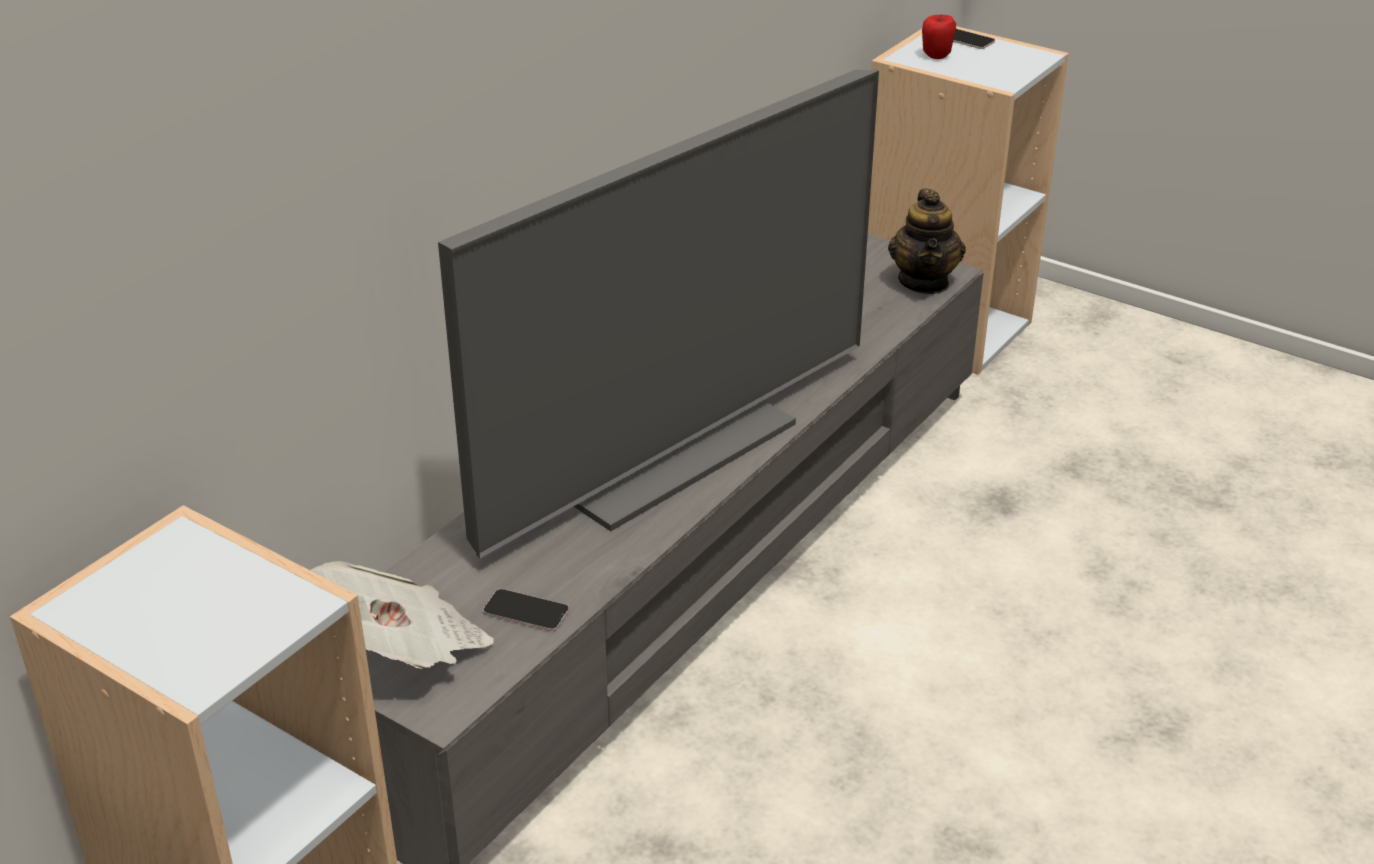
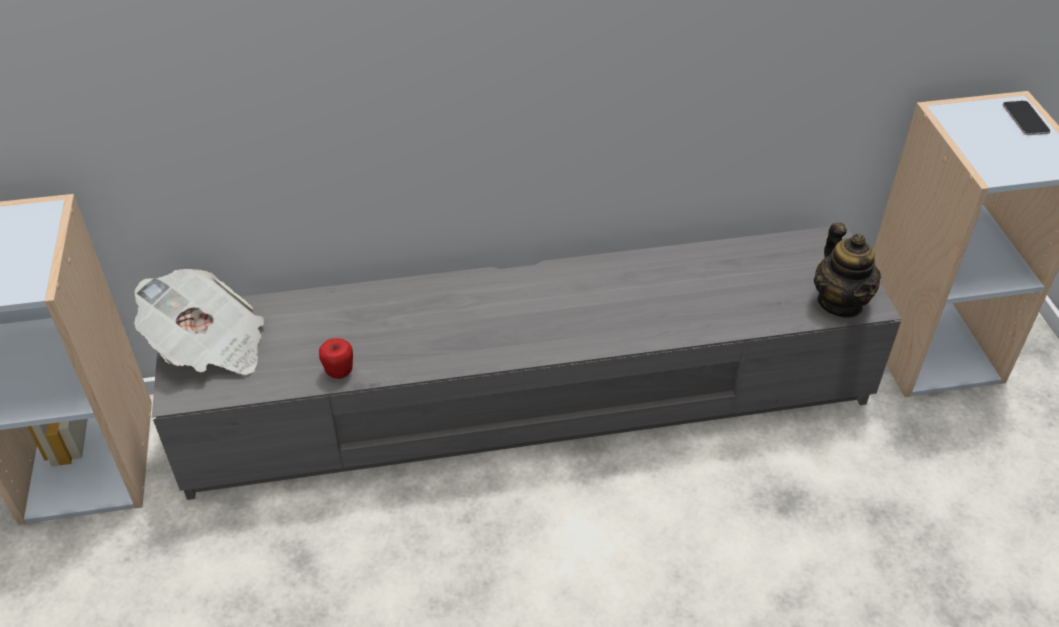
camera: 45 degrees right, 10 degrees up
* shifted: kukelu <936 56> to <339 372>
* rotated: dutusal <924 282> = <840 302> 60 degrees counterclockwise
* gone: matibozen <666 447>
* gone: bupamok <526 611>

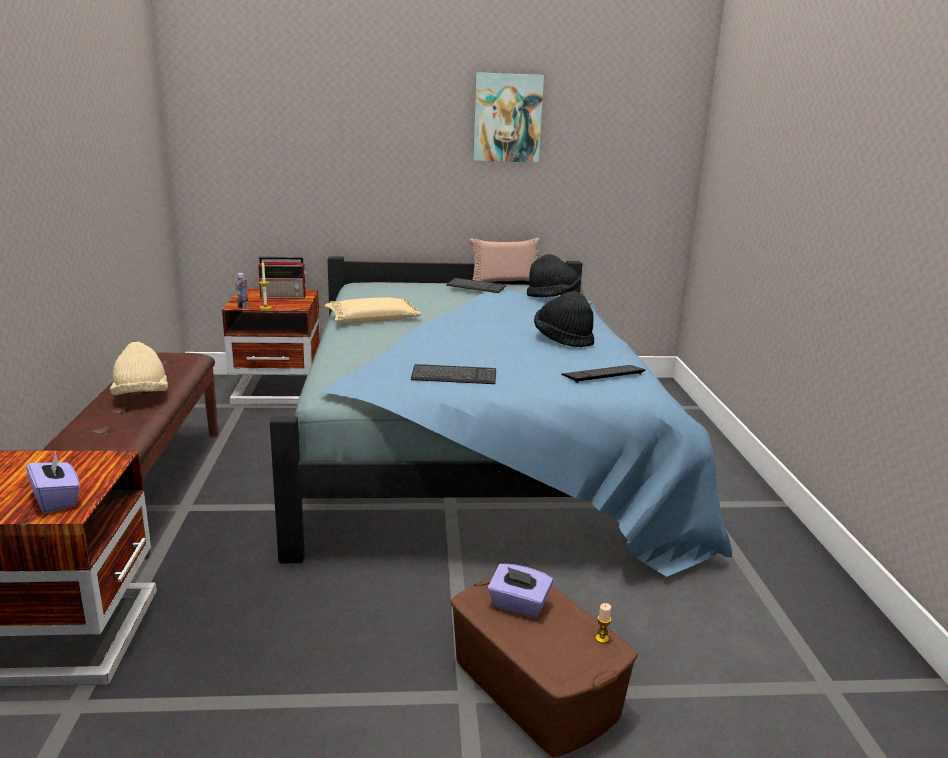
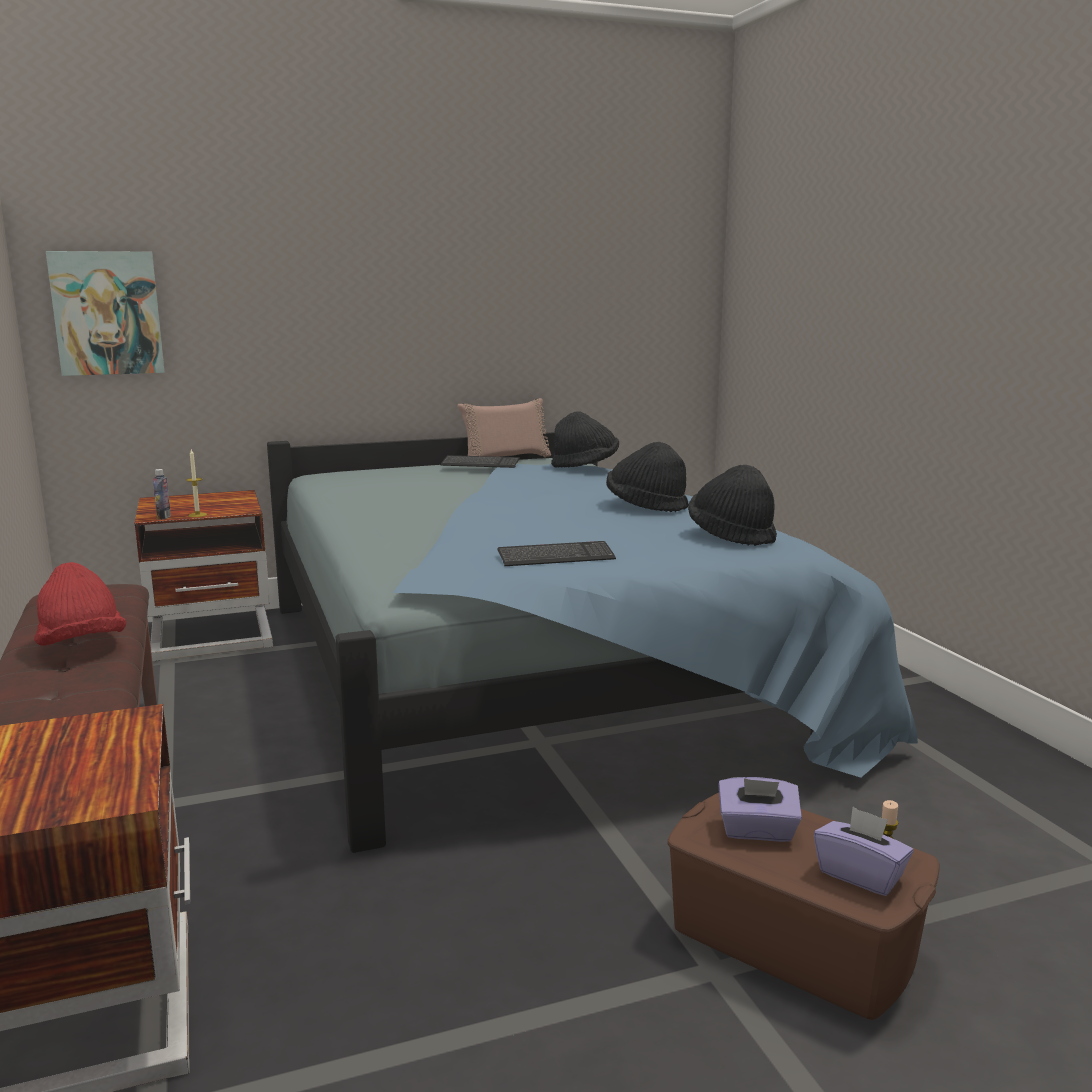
camera: 15 degrees left, 5 degrees down
* repainted: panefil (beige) <141 397> to panefil (red) <82 646>
* shifted: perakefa <507 118> to <107 313>
* swapped: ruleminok <603 374> to panefil (black) <731 536>
* shifted: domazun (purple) <57 500> to <860 875>
* gone: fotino <284 296>
* gone: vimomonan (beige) <372 317>

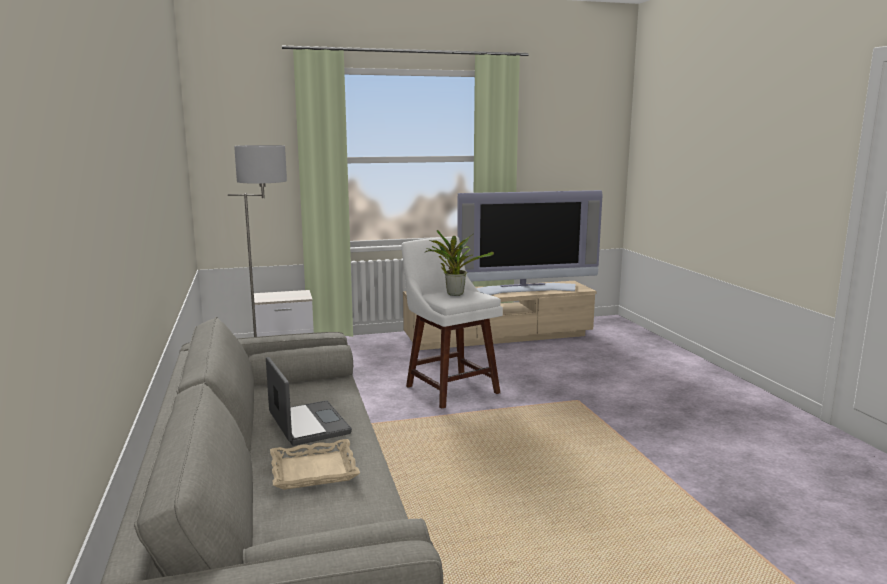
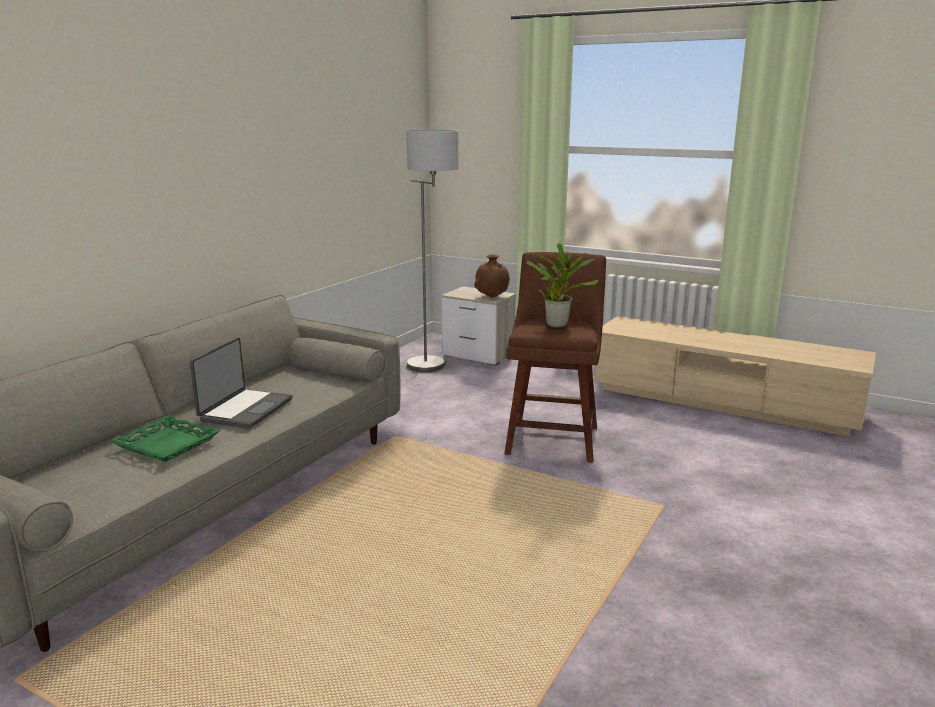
camera: 45 degrees right, 5 degrees up
* repainted: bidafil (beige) <314 470> to bidafil (green) <167 444>
* new: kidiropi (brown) <492 297>
* repainted: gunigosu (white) <450 388> to gunigosu (brown) <553 438>
* gone: matibozen <525 289>

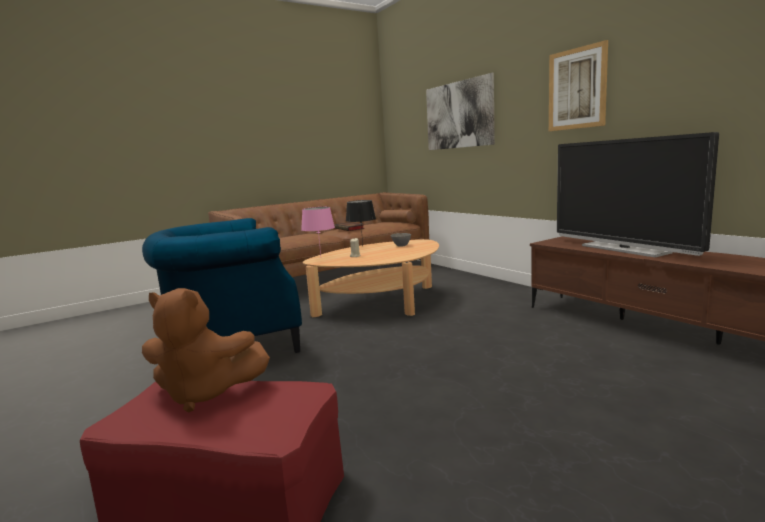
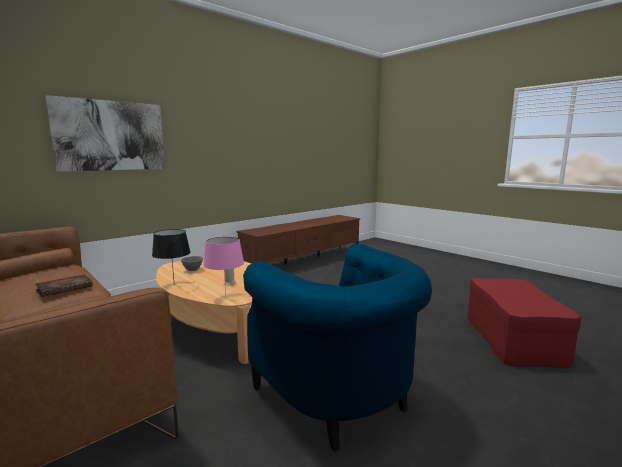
camera: 100 degrees left, 0 degrees up
* gone: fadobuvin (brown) <205 394>
* gone: perakefa <577 89>
* gone: matibozen <624 249>

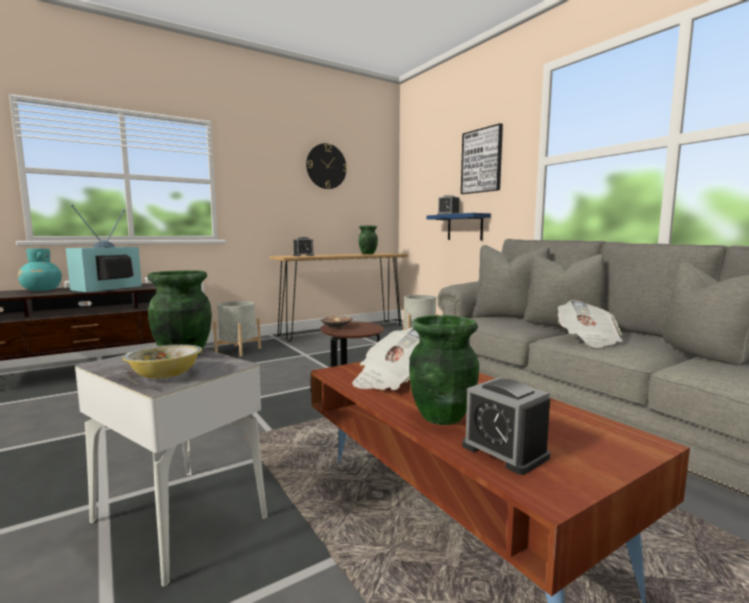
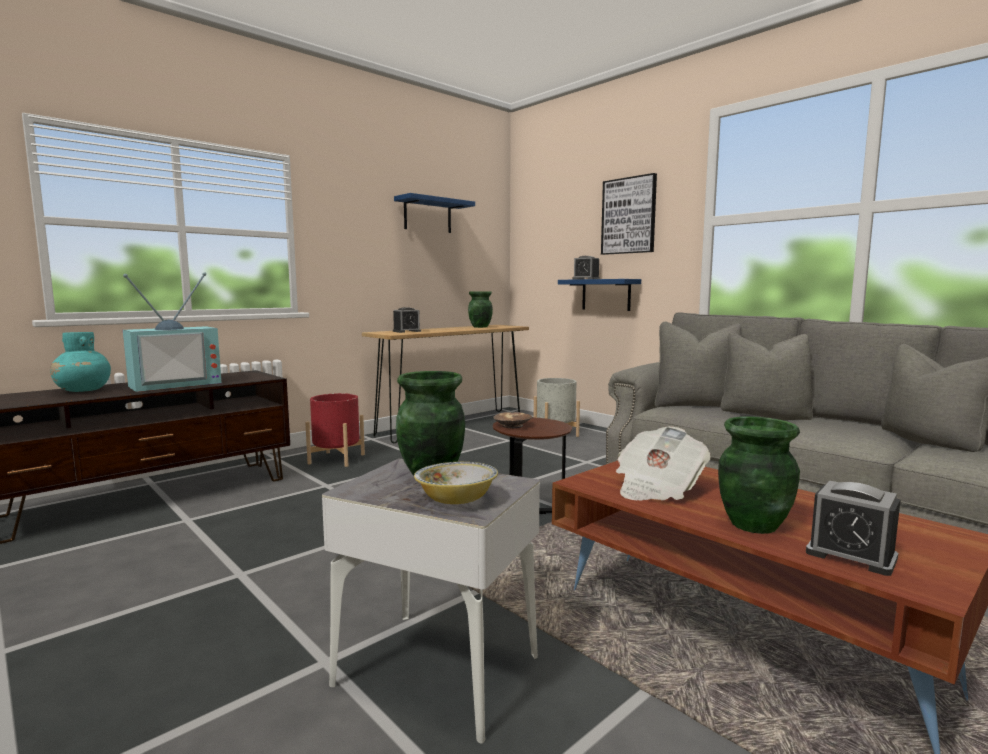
camera: 10 degrees left, 0 degrees up
* rotated: matibozen <108 288> = <176 384> 150 degrees counterclockwise
* repainted: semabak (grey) <238 350> to semabak (red) <336 459>
* swapped: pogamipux <326 166> to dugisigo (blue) <427 215>
* gone: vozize <587 340>

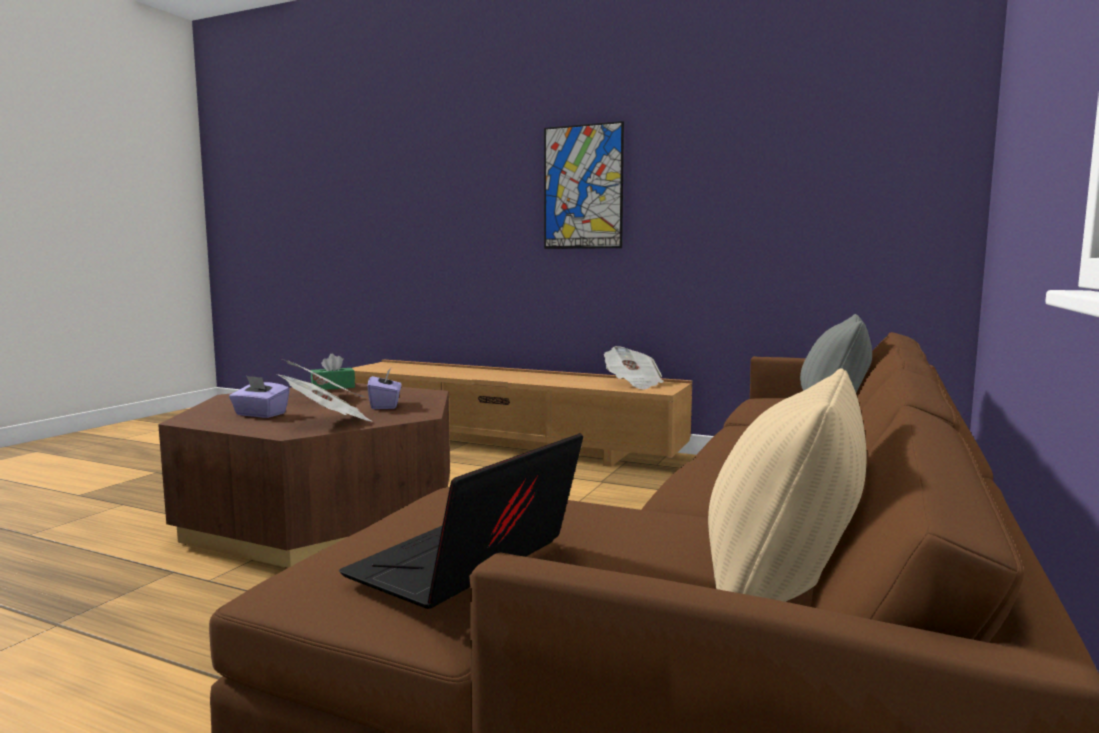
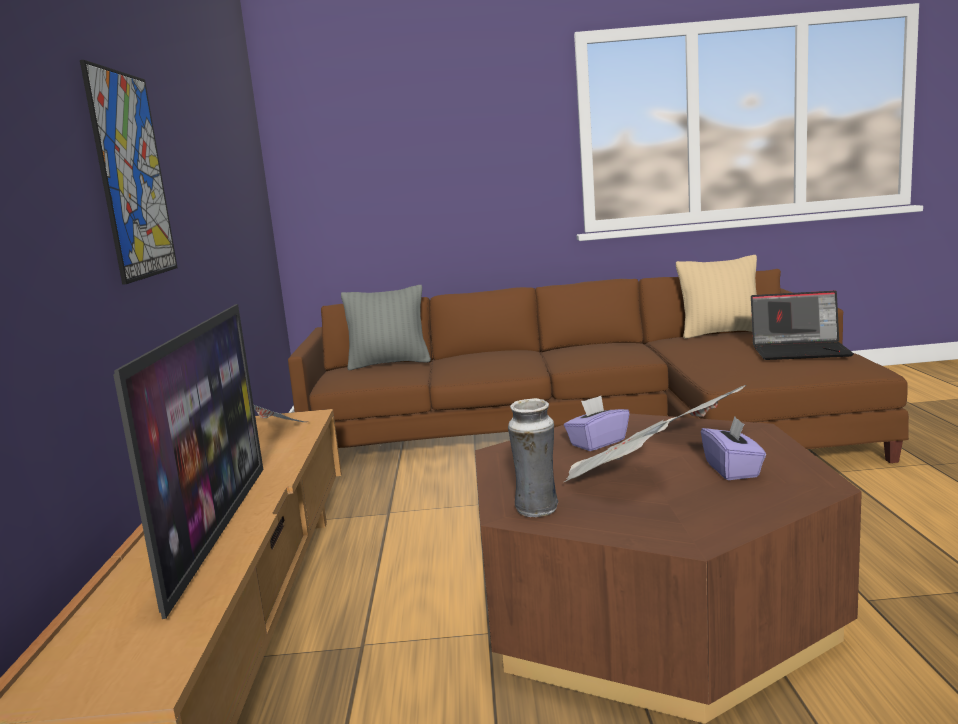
camera: 115 degrees left, 5 degrees up
* new: matibozen <217 530>
* swapped: domazun (green) <333 387> to kidiropi <537 510>

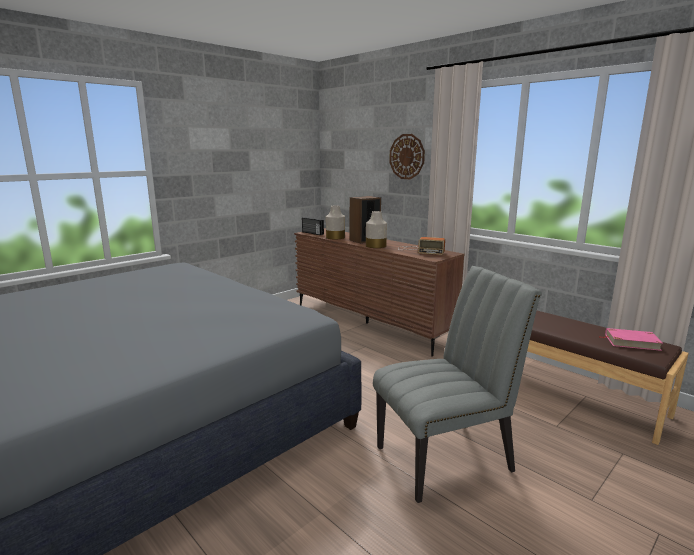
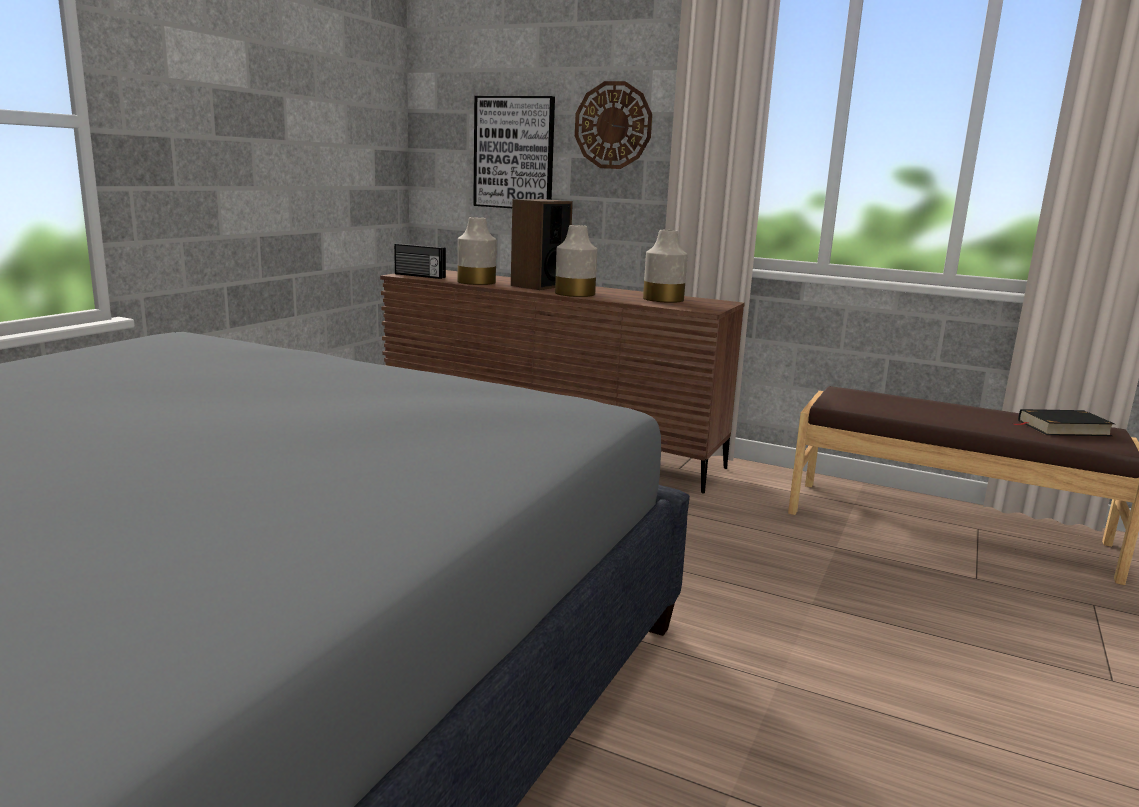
camera: 20 degrees left, 0 degrees up
* new: perakefa <514 153>
* swapped: fotino <419 250> to kidiropi (beige) <663 299>
* repainted: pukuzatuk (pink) <631 342> to pukuzatuk (black) <1063 428>
* gone: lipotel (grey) <443 460>

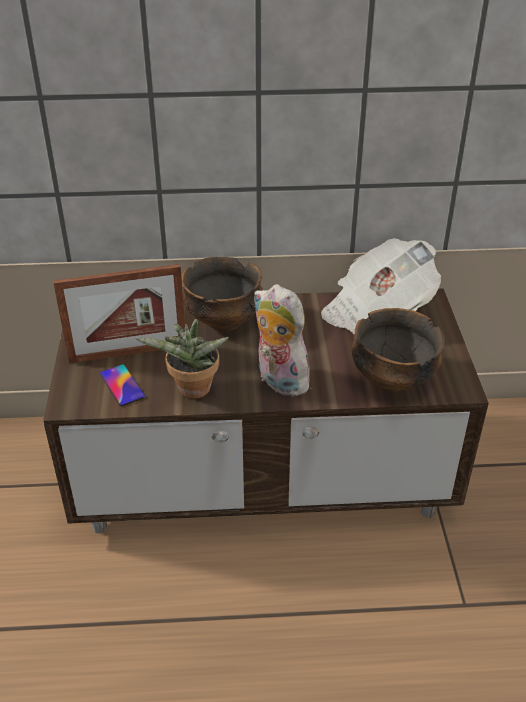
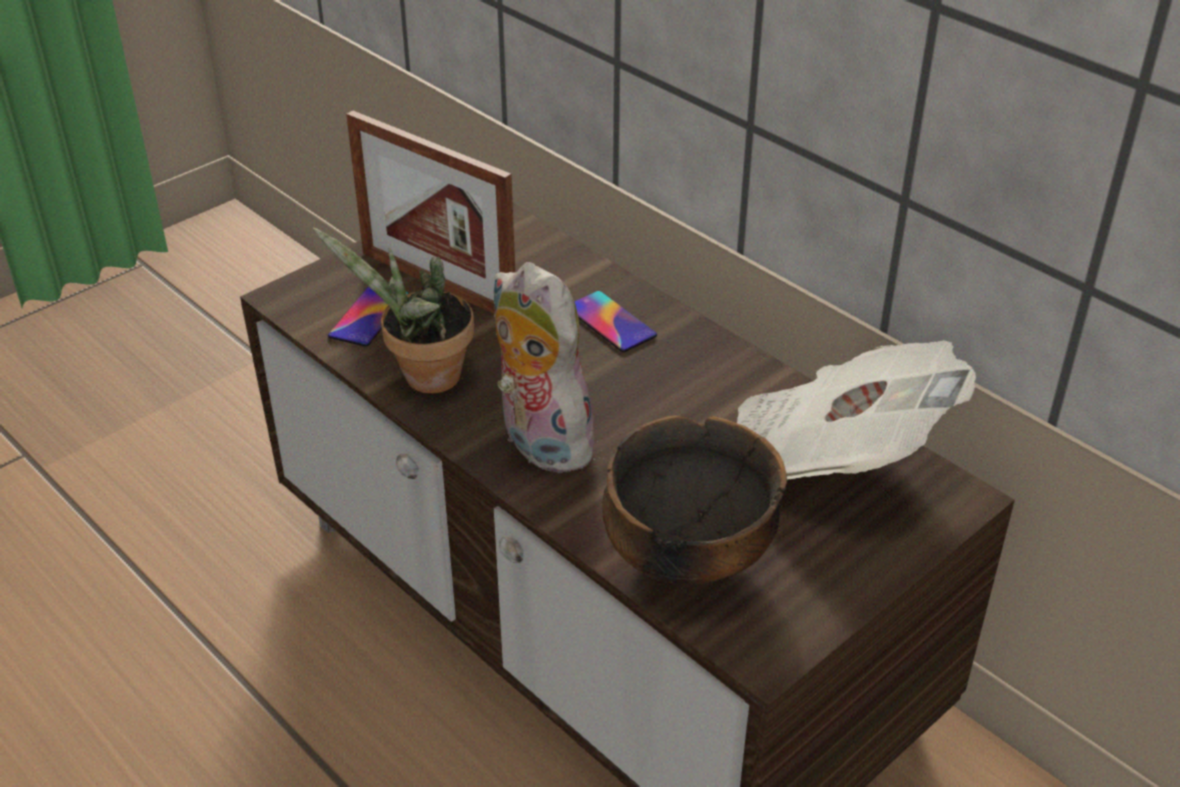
camera: 50 degrees right, 0 degrees up
* rotated: fadobuvin <278 381> = <539 442> 45 degrees counterclockwise
* swapped: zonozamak <224 320> to bupamok <610 322>

